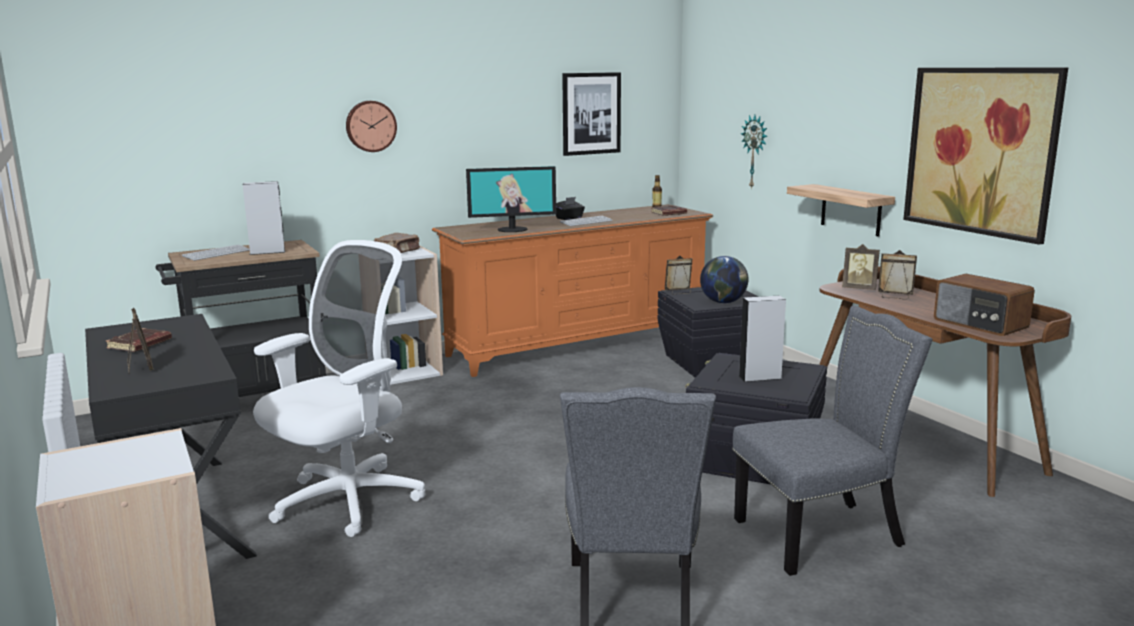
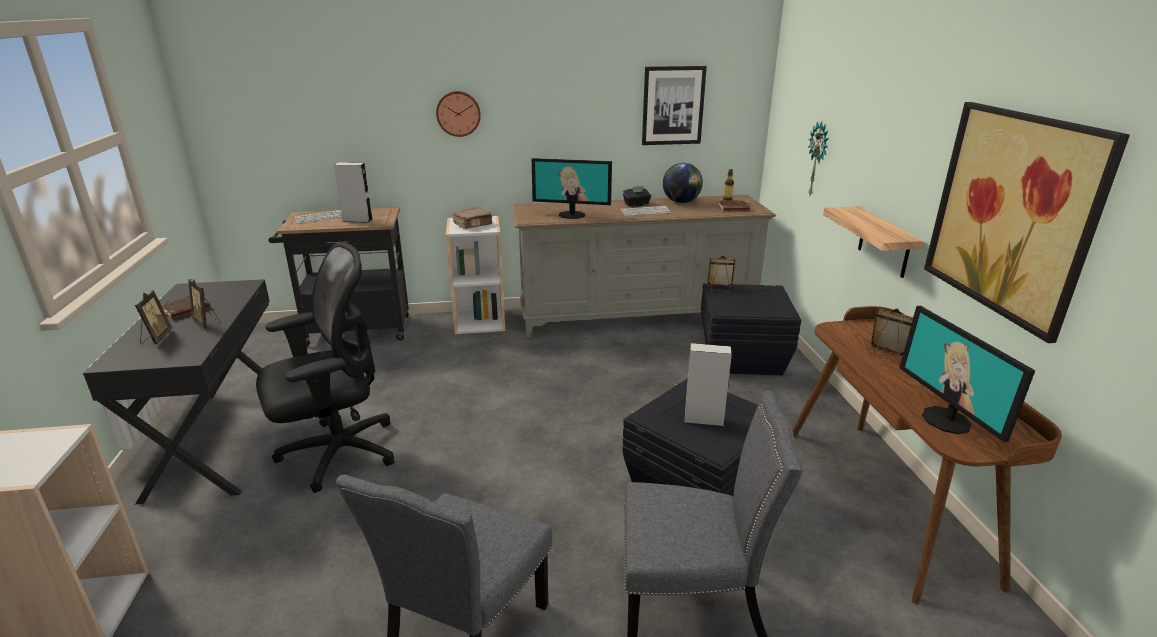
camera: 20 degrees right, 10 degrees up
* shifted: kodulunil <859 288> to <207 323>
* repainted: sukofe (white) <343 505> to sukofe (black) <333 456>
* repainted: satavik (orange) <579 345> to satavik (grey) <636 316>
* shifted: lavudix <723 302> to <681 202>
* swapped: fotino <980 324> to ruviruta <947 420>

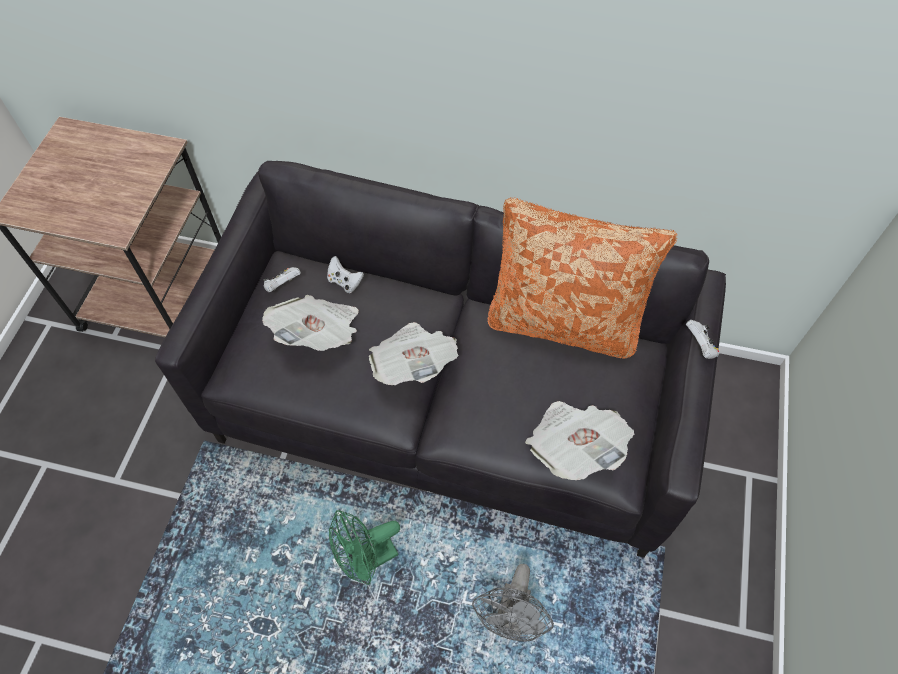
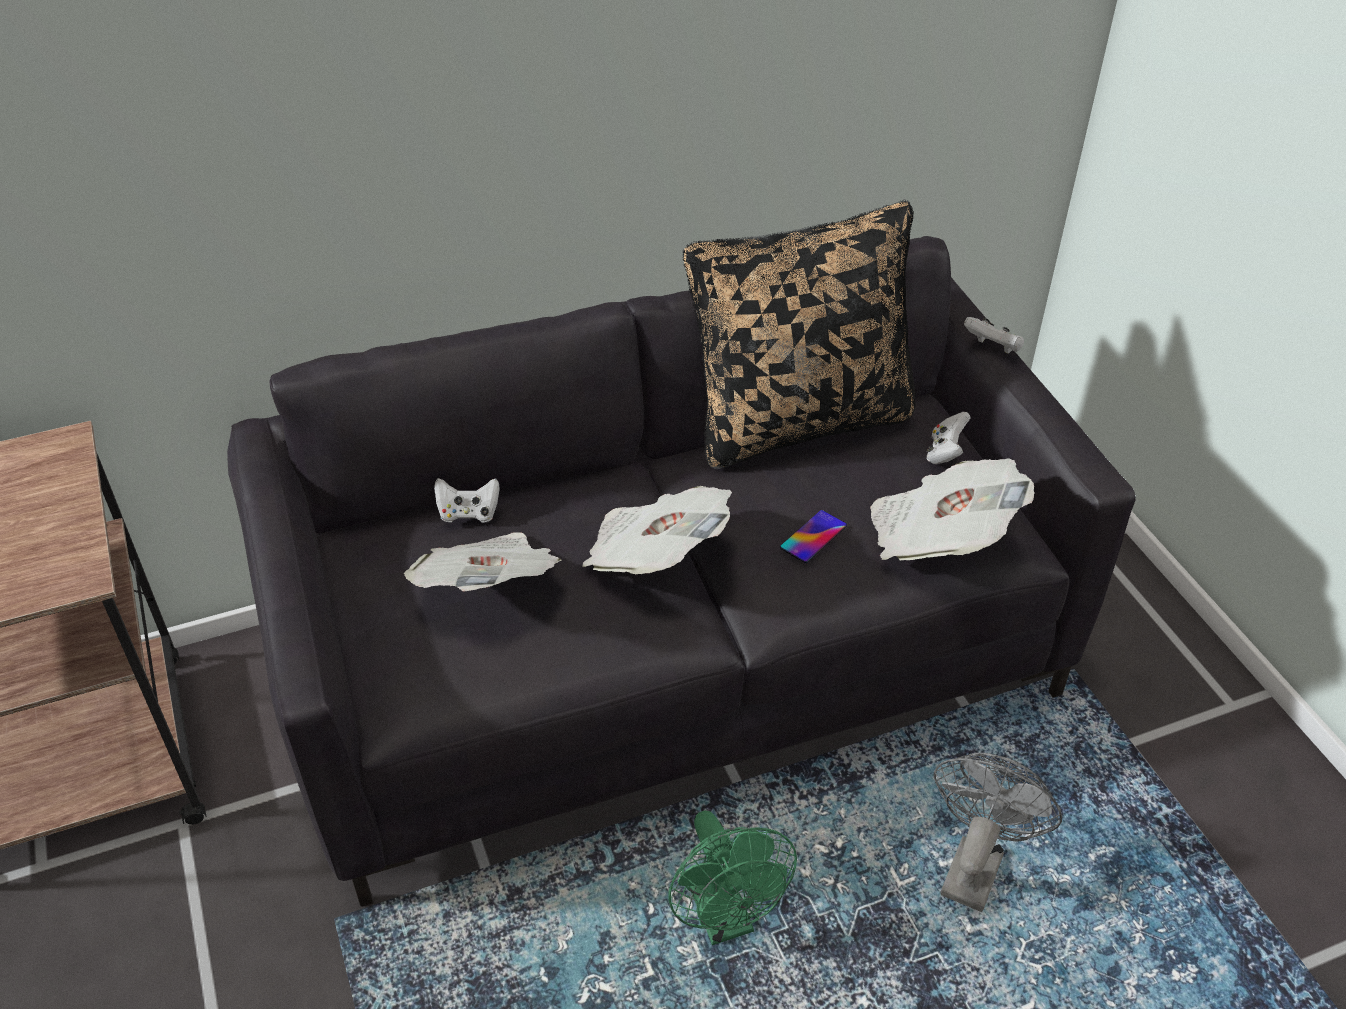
camera: 35 degrees left, 15 degrees down
* rotated: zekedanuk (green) <367 559> = <725 919> 45 degrees counterclockwise
* repainted: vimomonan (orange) <563 326> to vimomonan (black) <802 426>
* new: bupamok <813 537>
* shifted: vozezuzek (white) <282 285> to <945 452>
* rotated: zekedanuk (grey) <511 618> = <974 864> 135 degrees counterclockwise

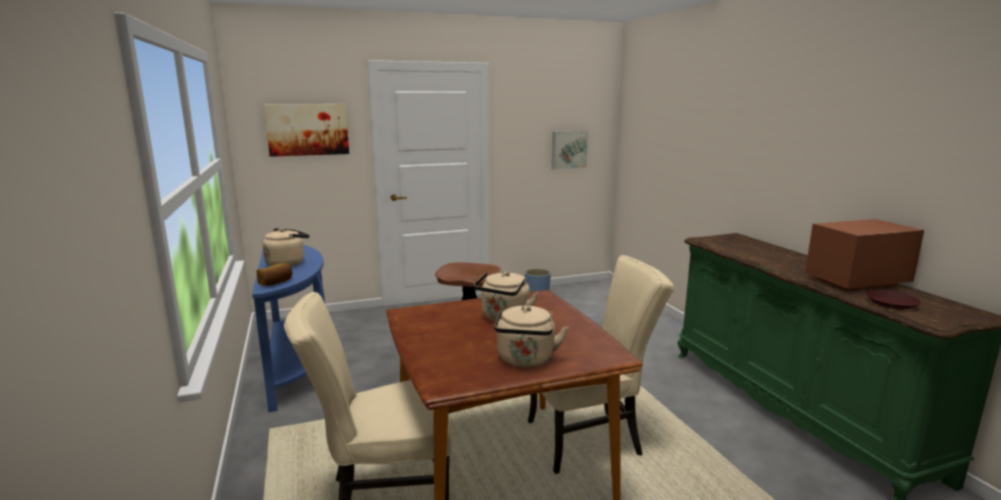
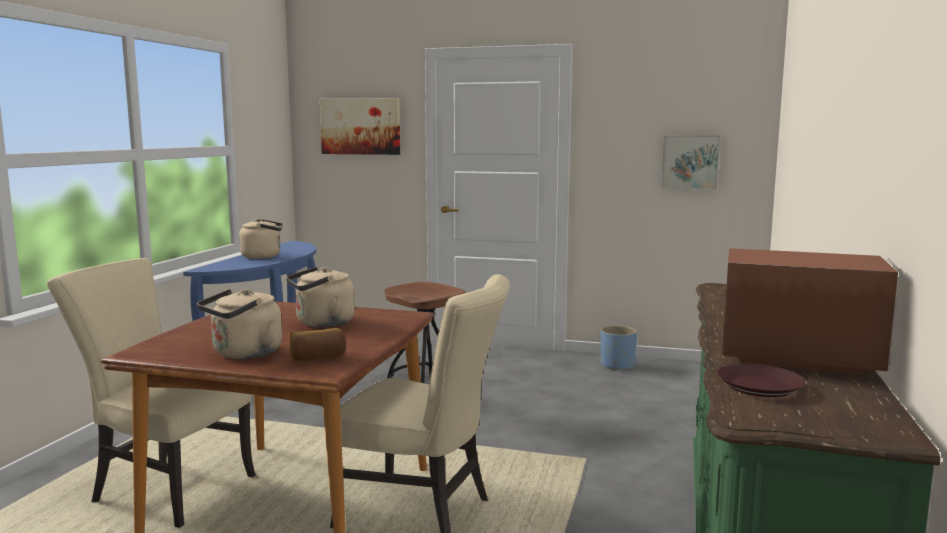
camera: 35 degrees right, 5 degrees down
* shifted: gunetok <276 282> to <318 358>

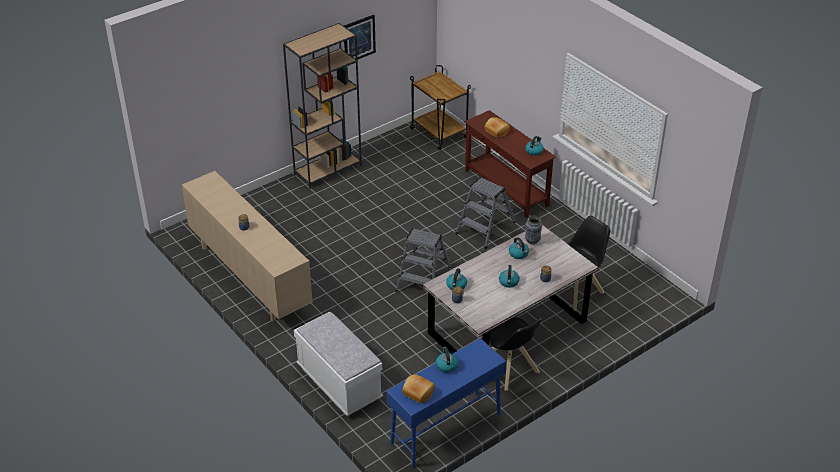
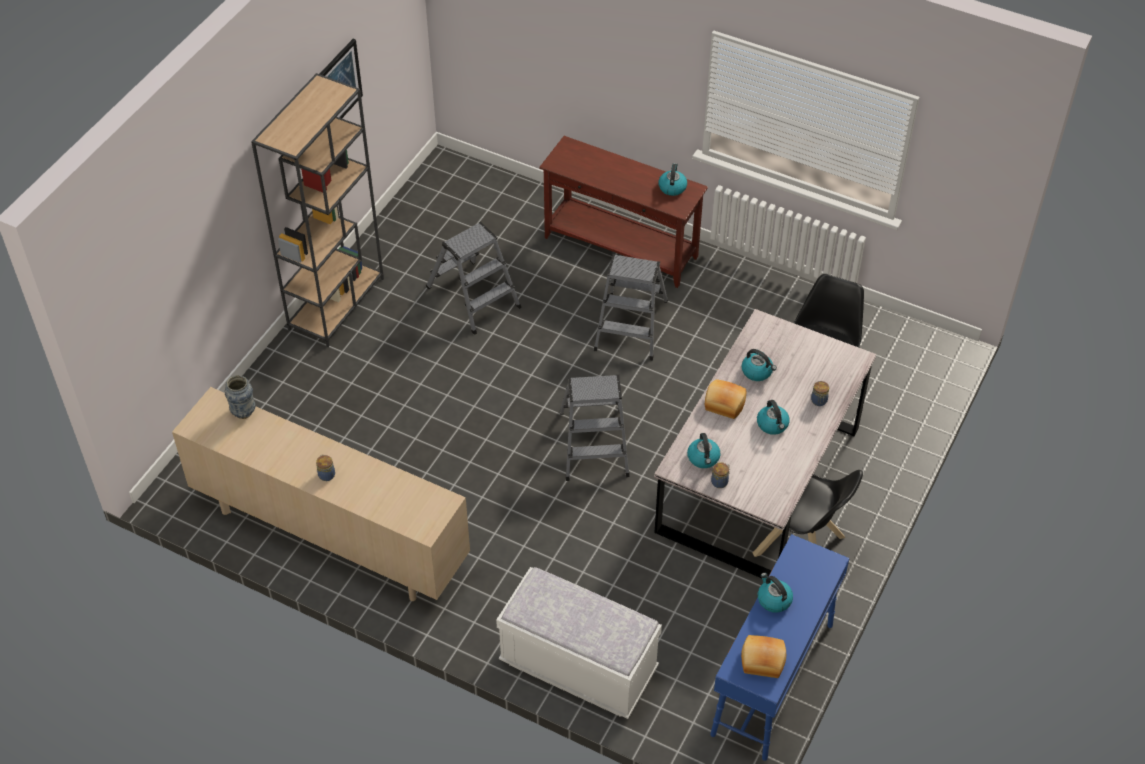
camera: 25 degrees left, 10 degrees up
* shifted: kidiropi <532 241> to <243 412>
* new: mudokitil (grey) <473 296>
* shifted: gunetok <496 131> to <724 404>
* gone: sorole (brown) <439 134>

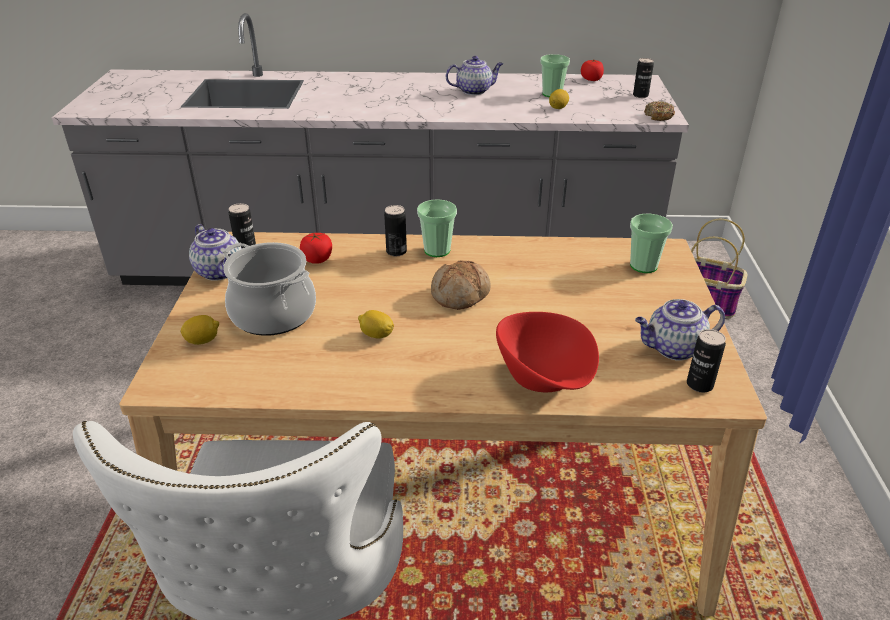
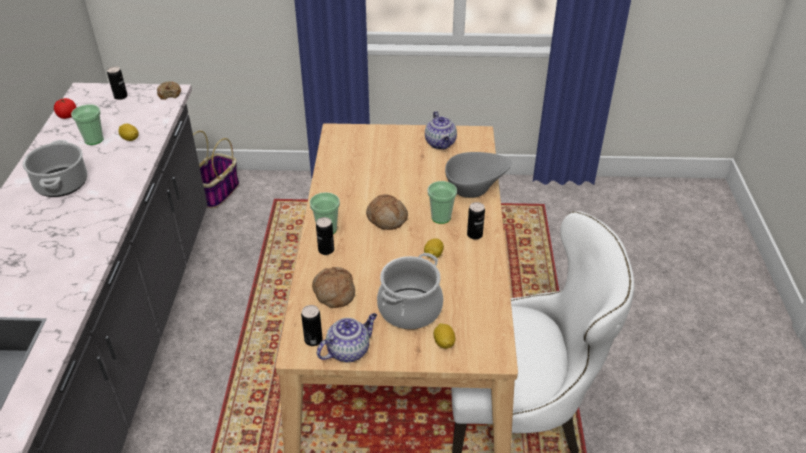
camera: 90 degrees left, 5 degrees up
* swapped: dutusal <474 91> to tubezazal <61 184>
* swapped: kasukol <317 259> to gunetok <333 293>
* shifted: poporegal <643 266> to <441 217>
* repainted: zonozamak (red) <545 383> to zonozamak (grey) <474 189>
* shifted: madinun <699 384> to <474 235>

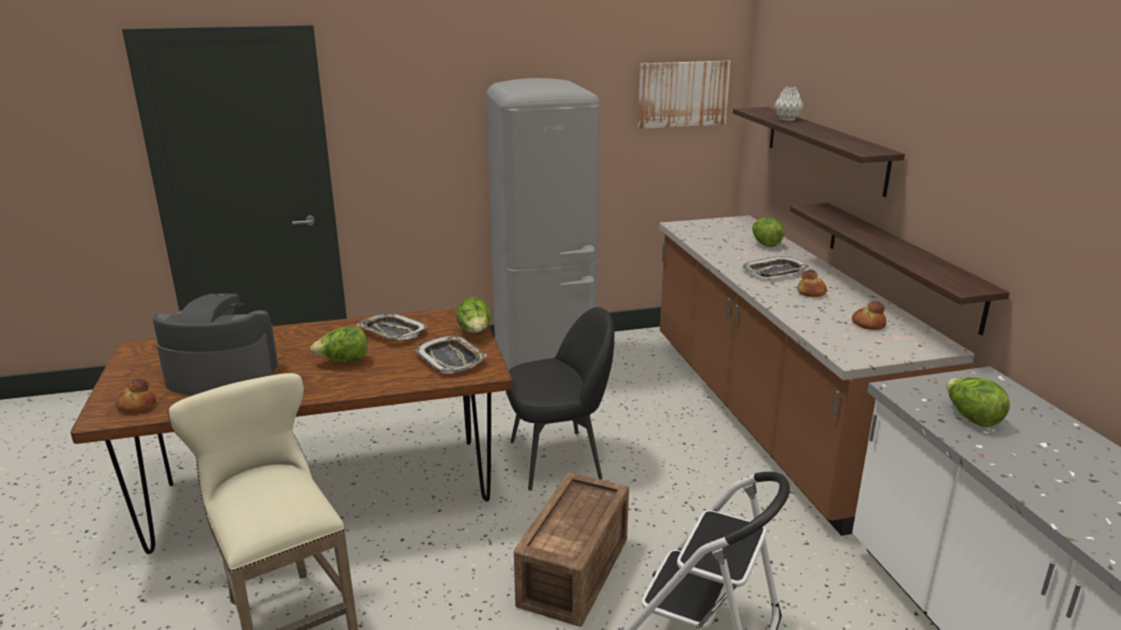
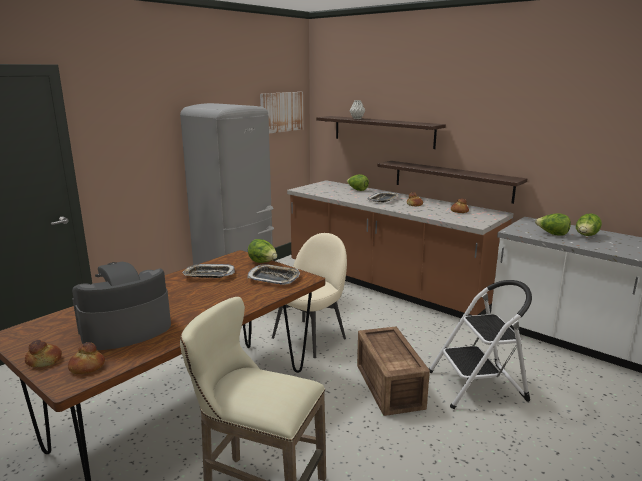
camera: 35 degrees left, 5 degrees down
* new: gunetok <44 360>
* repainted: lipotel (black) <558 459> to lipotel (beige) <310 337>
* shifted: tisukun <343 362> to <586 236>

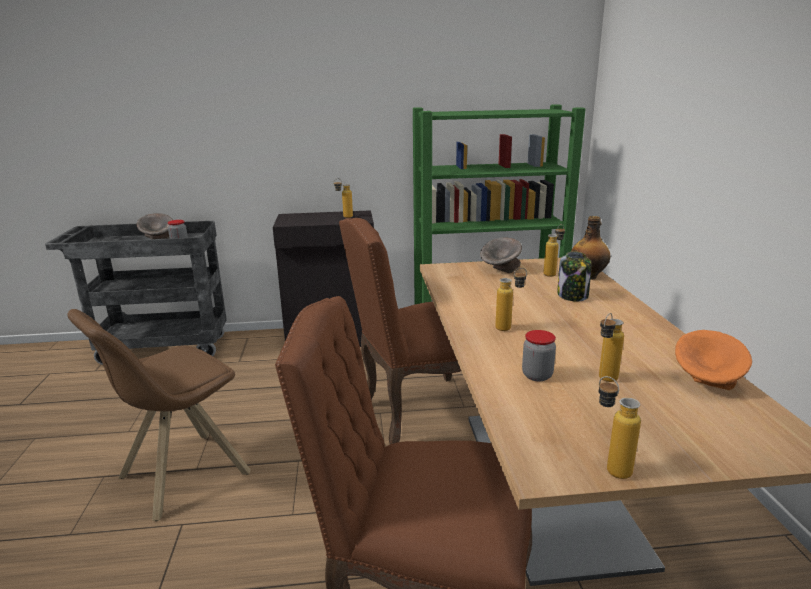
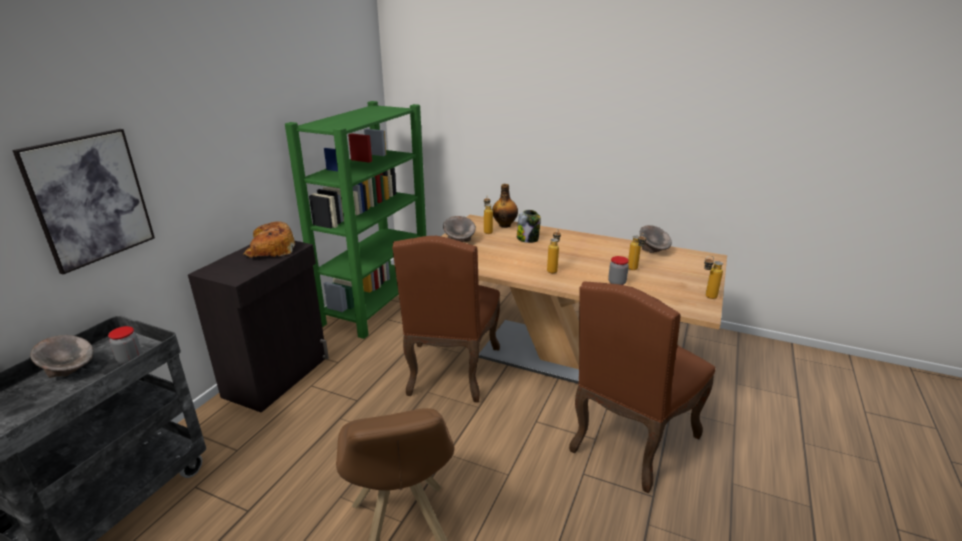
camera: 60 degrees left, 5 degrees up
* new: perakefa <90 199>
* swapped: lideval <344 217> to gunetok <270 250>
* repainted: zonozamak (orange) <707 384> to zonozamak (grey) <653 252>

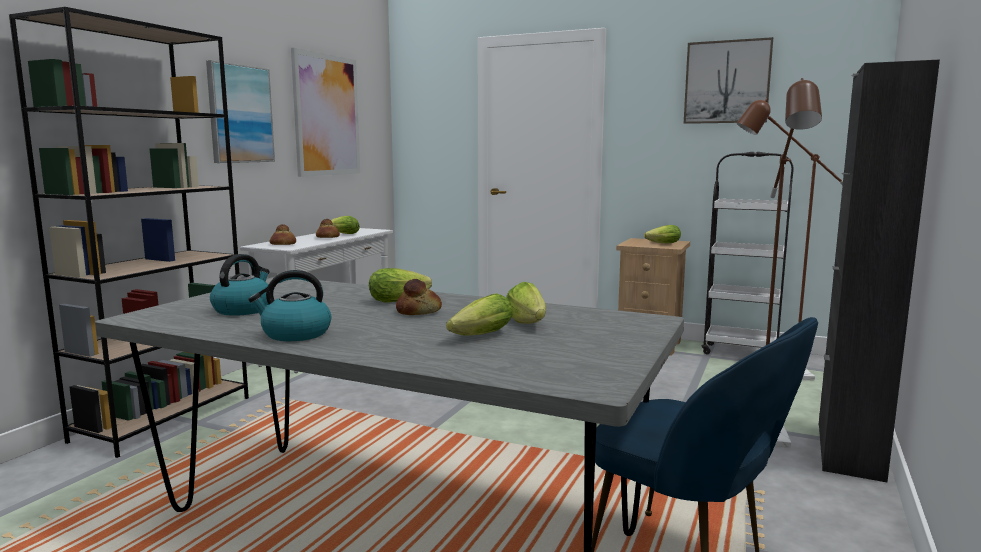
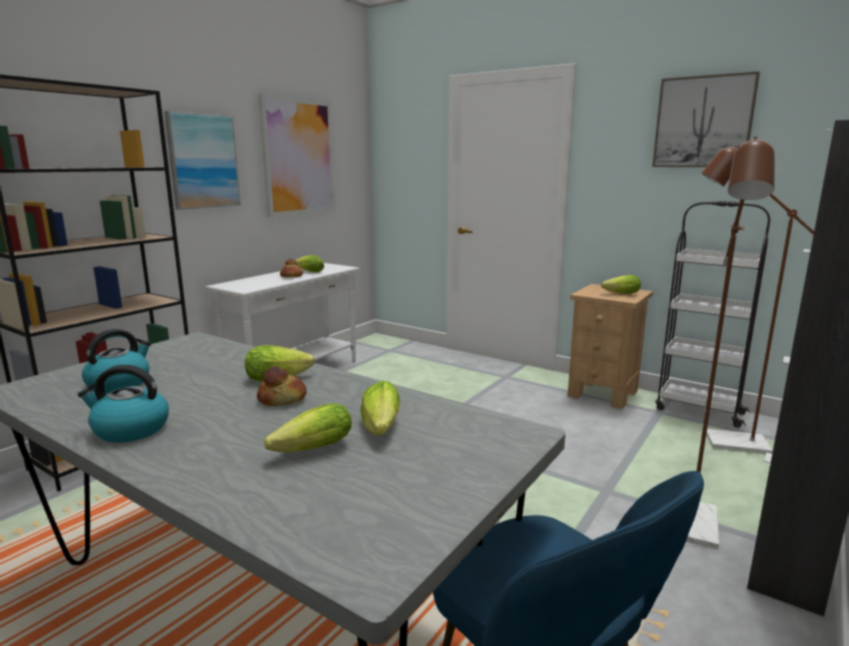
camera: 10 degrees right, 5 degrees up
* gone: gunetok <283 244>

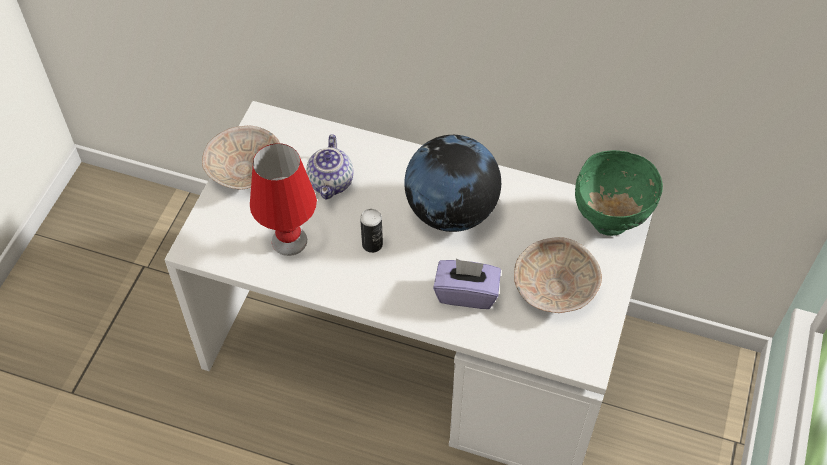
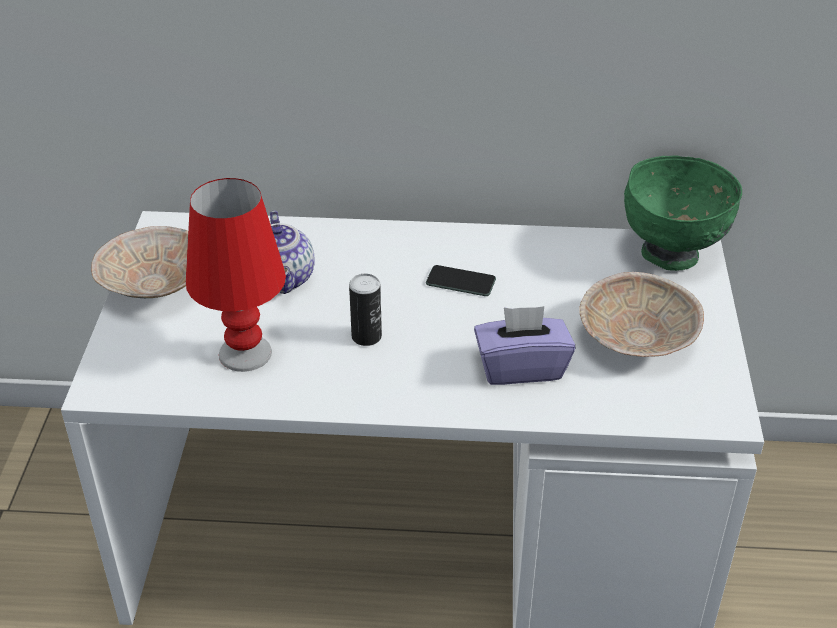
camera: 15 degrees left, 15 degrees down
* swapped: lavudix <451 211> to bupamok <460 282>

